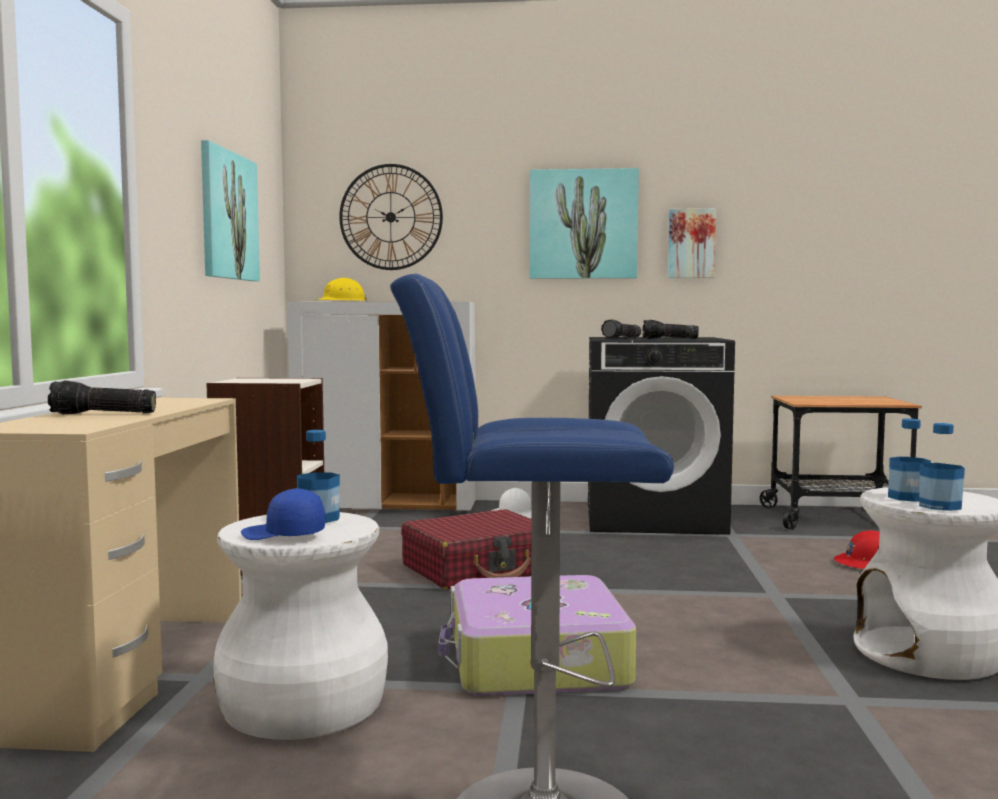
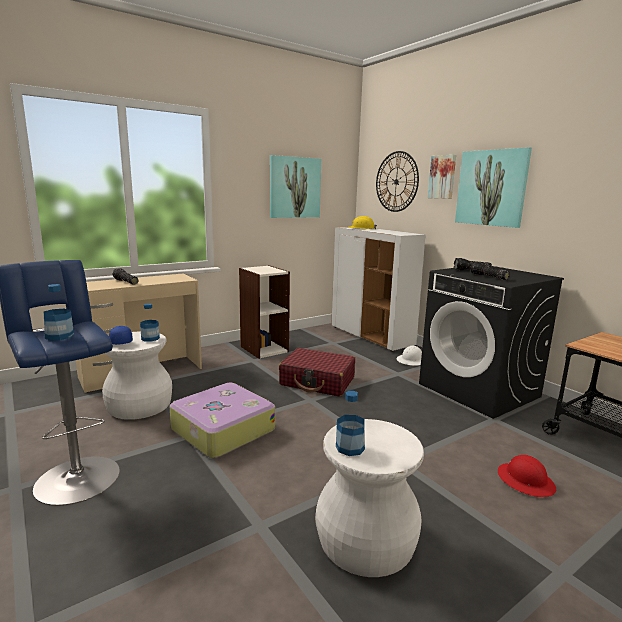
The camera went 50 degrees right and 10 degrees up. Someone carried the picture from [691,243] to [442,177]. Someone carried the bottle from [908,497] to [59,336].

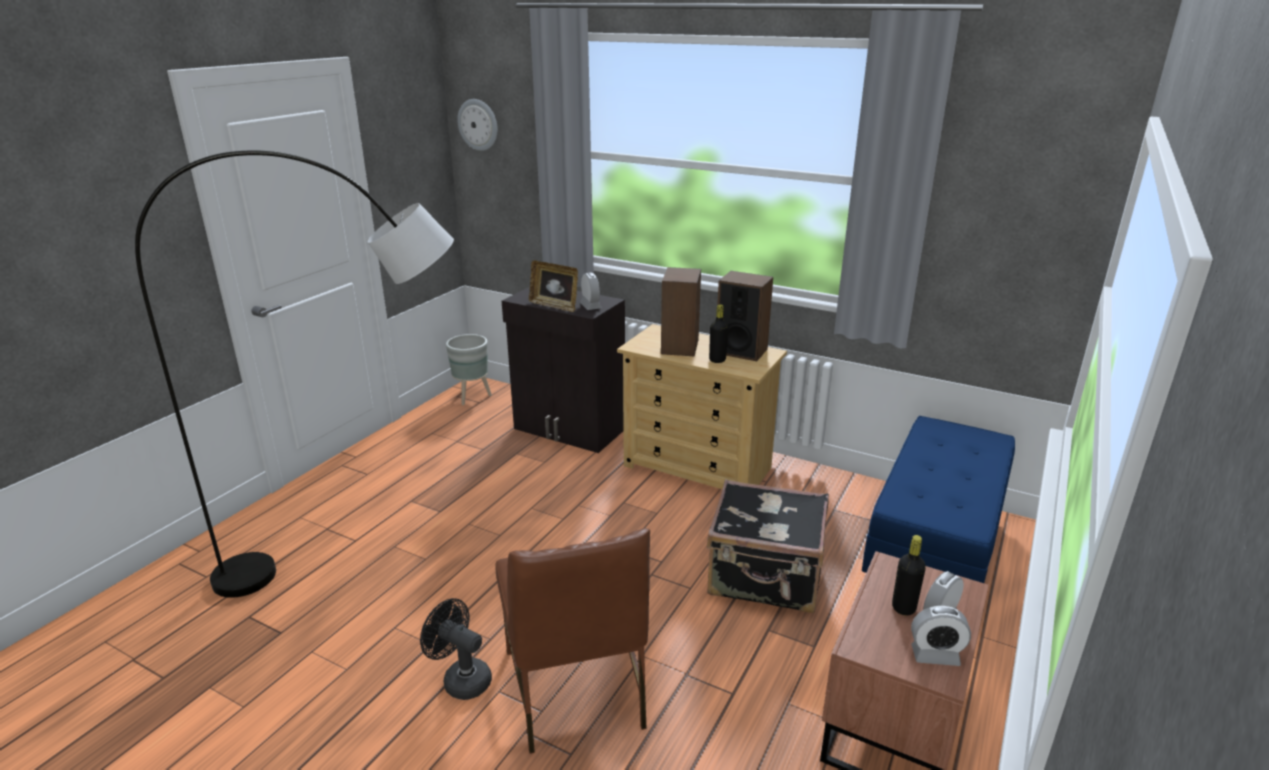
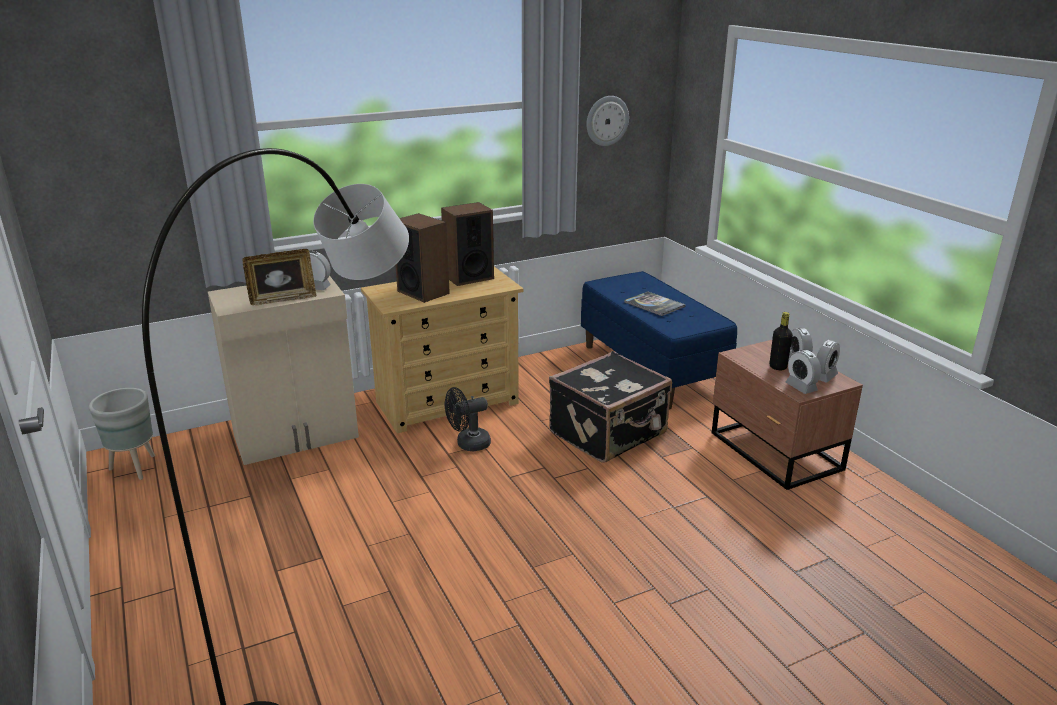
The camera went 55 degrees left and 0 degrees up. Someone carried the black fan from [461,679] to [468,444]. Someone carried the wall clock from [478,124] to [606,120]. Someone took away the brown chair at [575,690]. Someone repainted the black cabinet at [569,430], which became the beige cabinet at [297,437]. Someone took away the black bottle at [717,360]. Someone put down the book at [654,304]. Someone put down the alarm clock at [801,387].

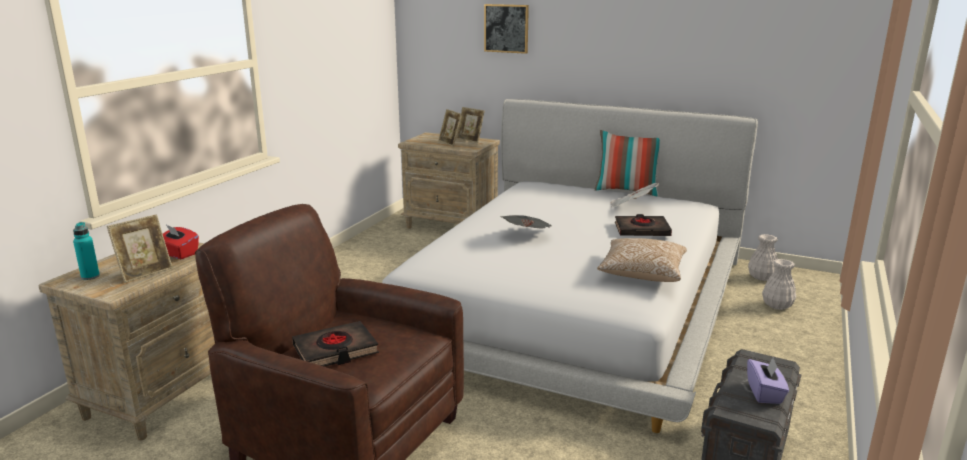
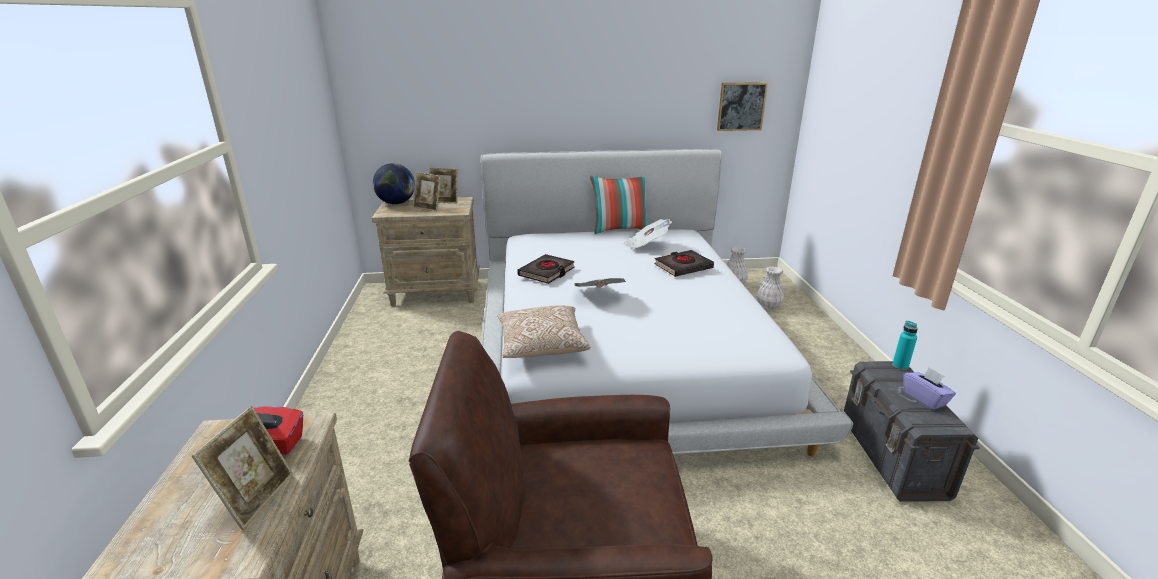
The camera went 30 degrees left and 5 degrees up. Someone carried the turquoise bottle from [90,276] to [900,366]. Someone carried the black book from [335,350] to [547,272]. Someone carried the picture from [506,28] to [741,106]. Someone carried the pillow from [642,273] to [542,345]. Someone put down the globe at [396,203].

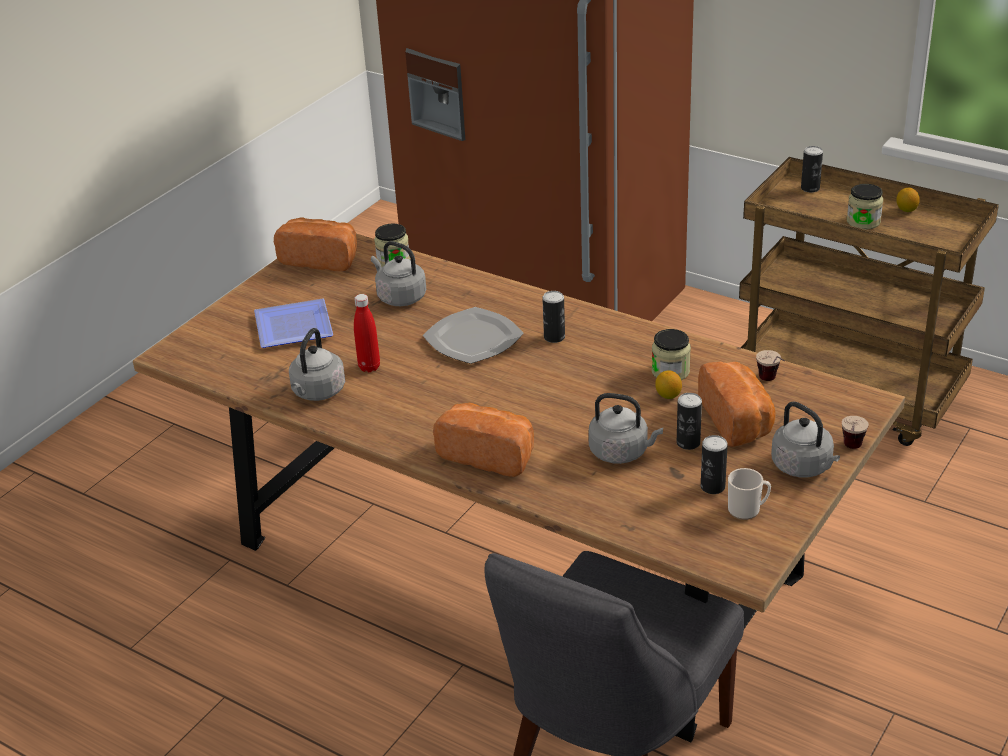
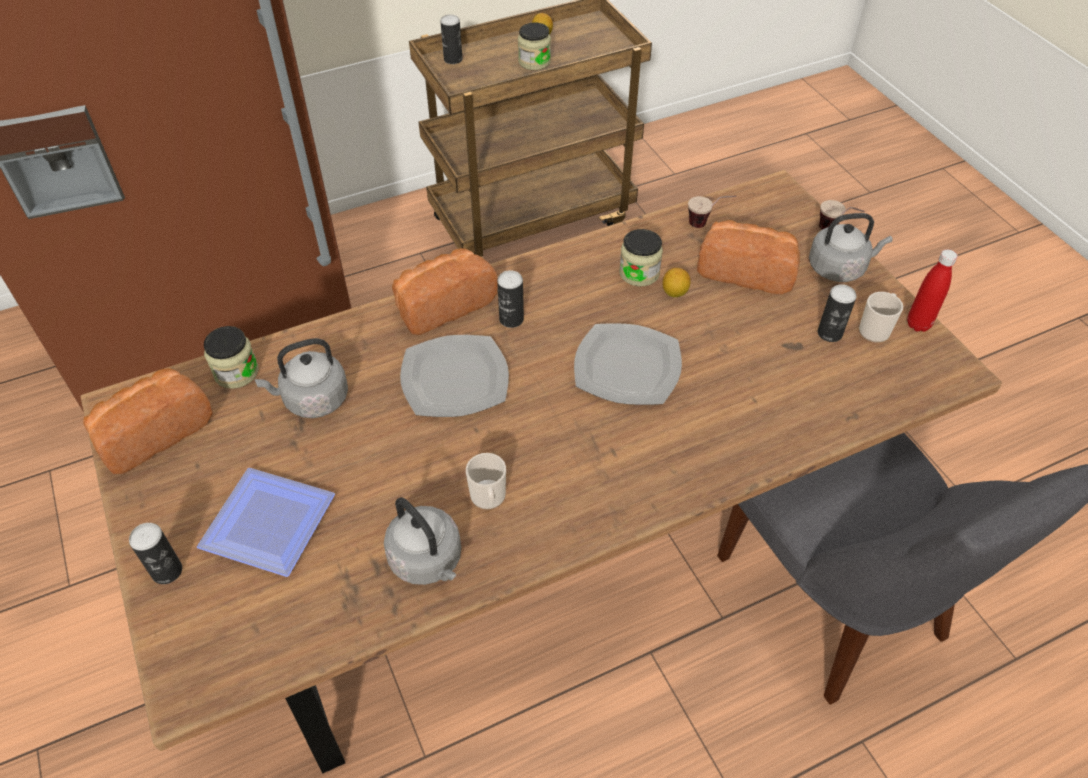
The camera went 60 degrees left and 15 degrees up. Someone carried the red bottle from [369,367] to [918,324]. Someone carried the bread from [489,454] to [442,304]. Someone took away the grey kettle at [621,452]. Someone carried the can from [688,443] to [167,571]. Someone put down the mug at [488,498]. Someone put down the plate at [628,368].

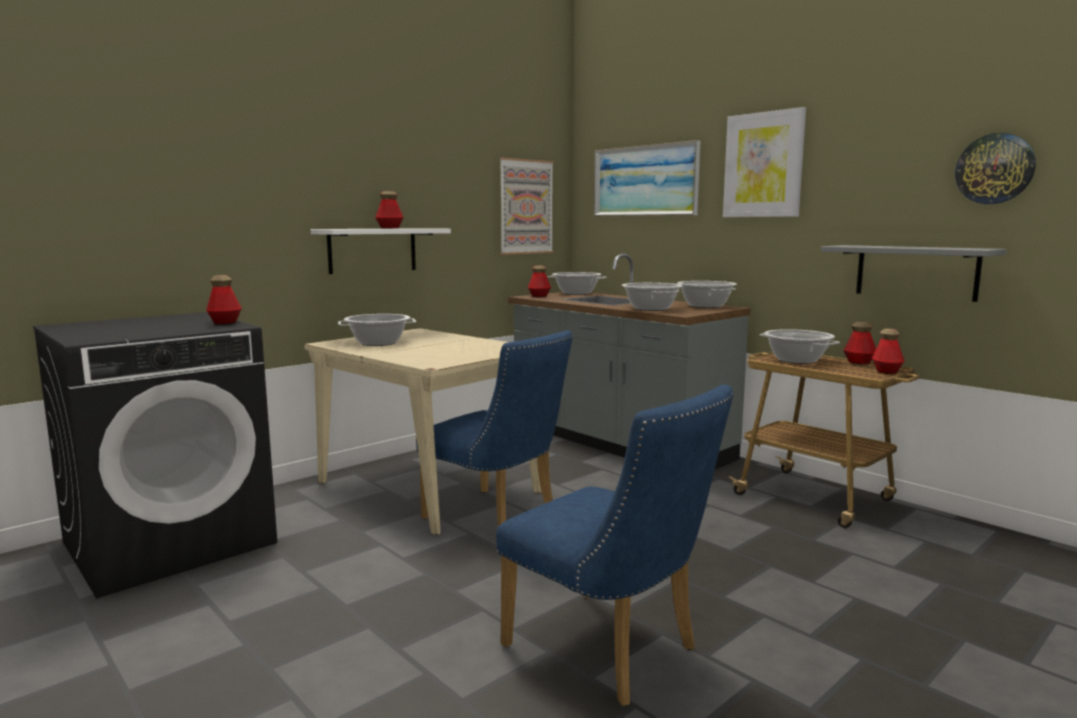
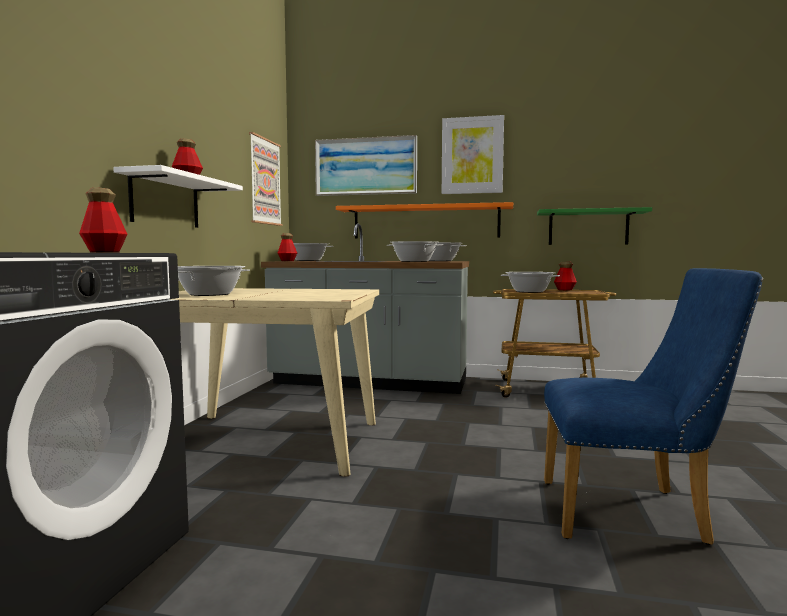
The camera went 35 degrees left and 5 degrees down. Someone took away the blue chair at [498,519]. Someone repainted the grey shelf at [916,272], which became the green shelf at [588,227]. Someone took away the bottle at [886,372]. Someone took away the wall clock at [994,169]. Someone put up the orange shelf at [425,222].

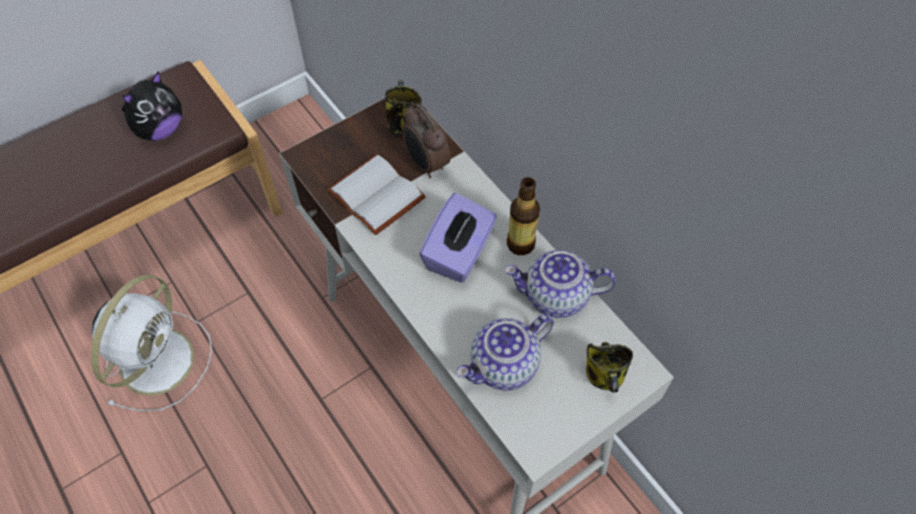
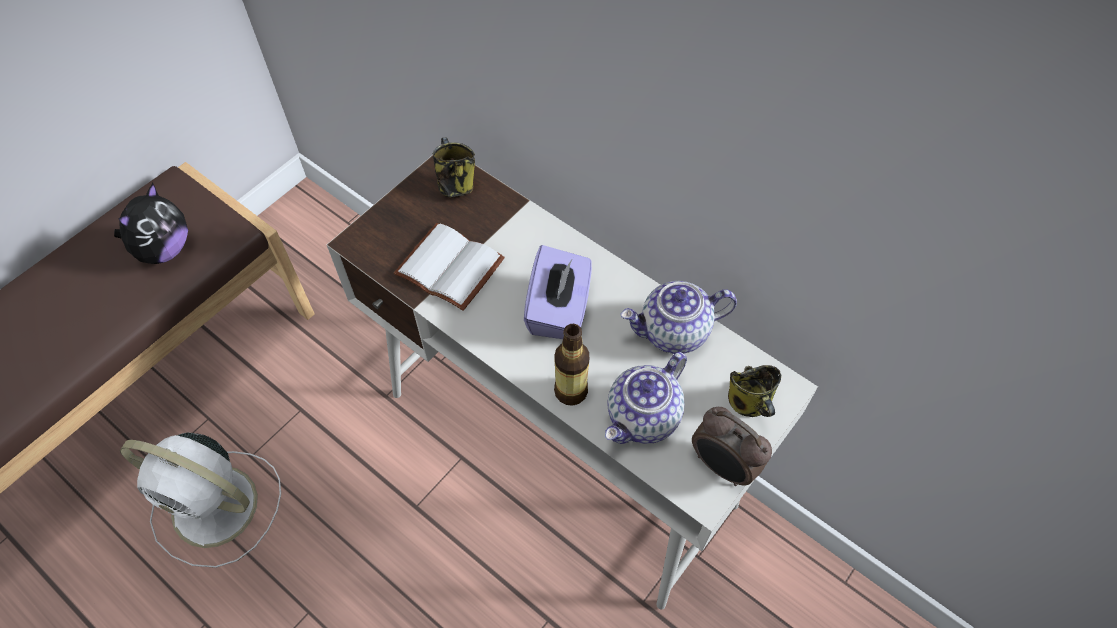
The camera went 15 degrees left and 0 degrees up. Someone rotated the white fan at [159,358] by 105 degrees clockwise. Someone carried the alarm clock from [426,164] to [722,466]. Someone carried the bottle from [520,244] to [571,391].

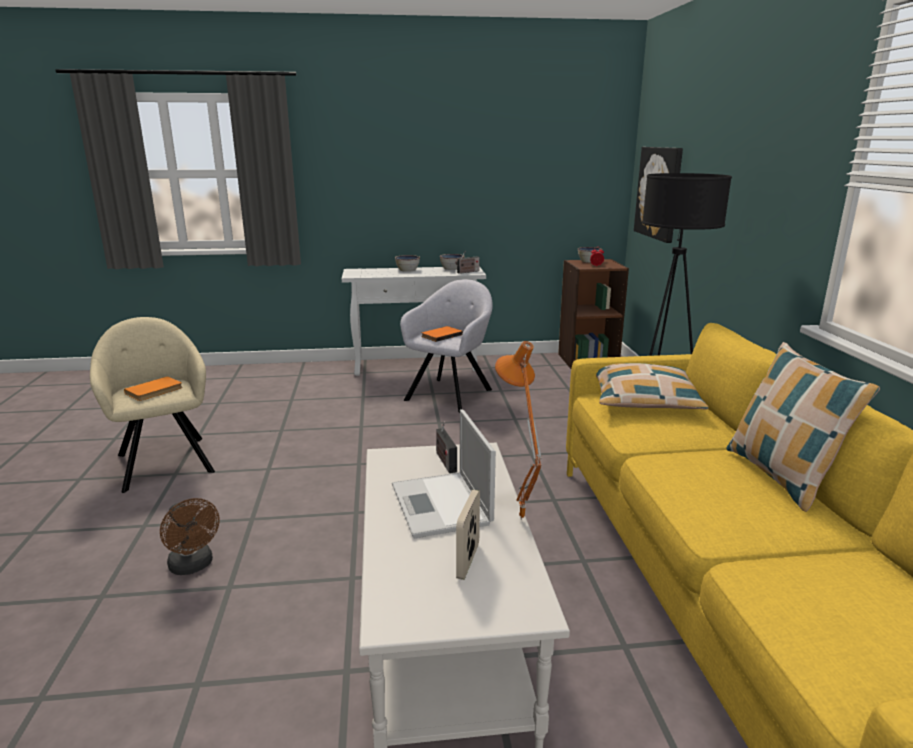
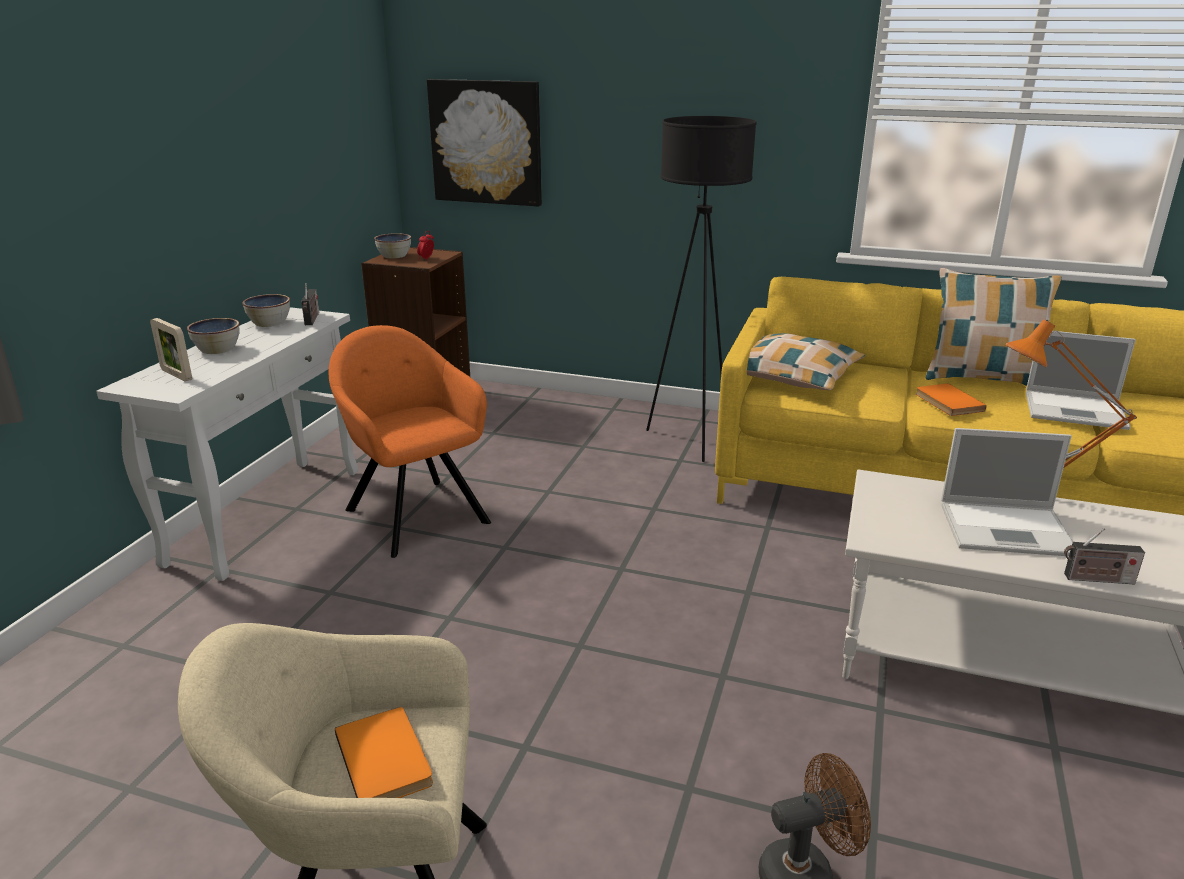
The camera went 65 degrees left and 5 degrees up. Someone repainted the grey armchair at [450,393], which became the orange armchair at [414,513]. Someone carried the orange book from [441,335] to [947,402]. Someone carried the radio from [445,461] to [1096,579]. Someone carried the picture frame from [468,561] to [176,375]. Someone put down the laptop at [1077,410].

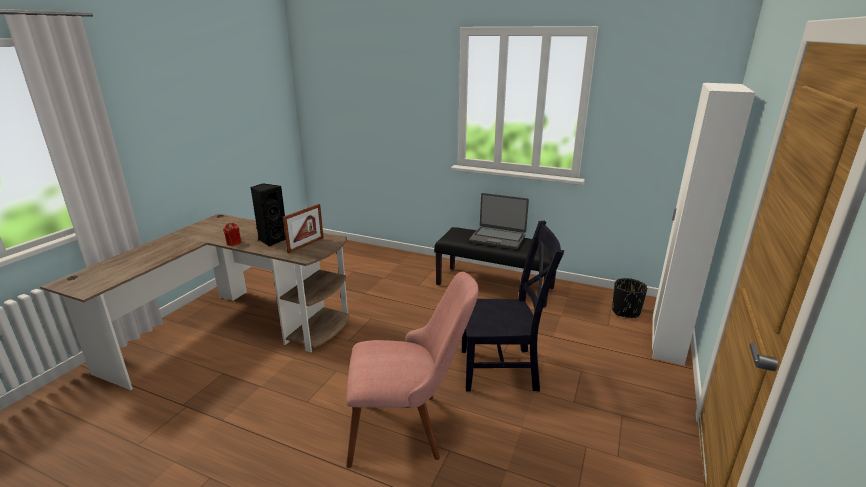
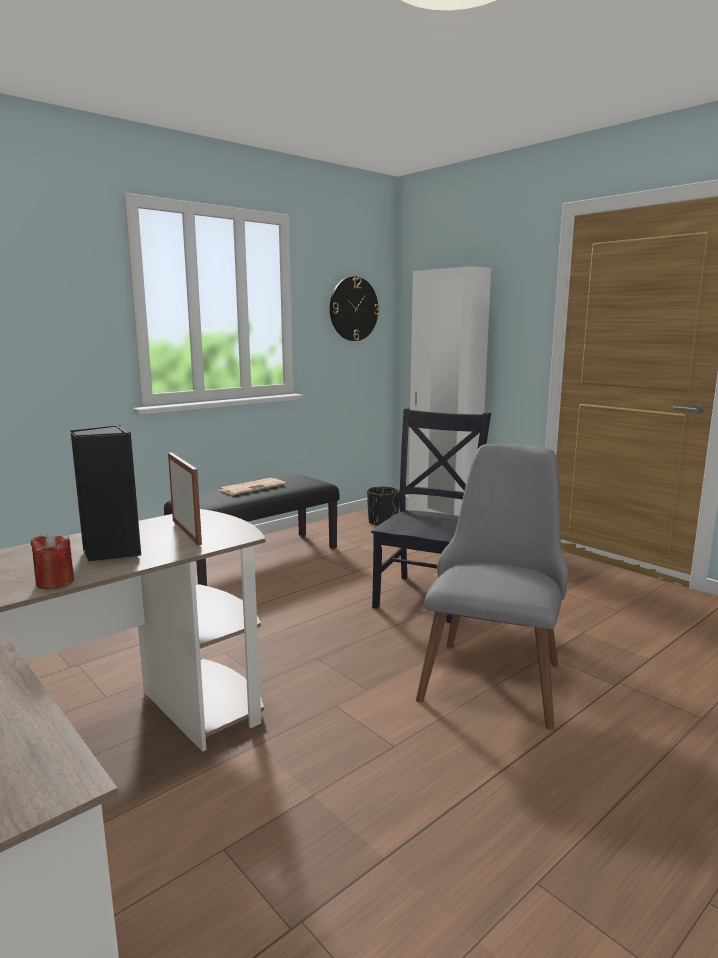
The camera went 65 degrees left and 10 degrees down. Someone repainted the pink chair at [409,426], which became the grey chair at [495,671]. Someone swapped the laptop at [497,238] for the newspaper at [252,487]. Someone put up the wall clock at [353,309].

